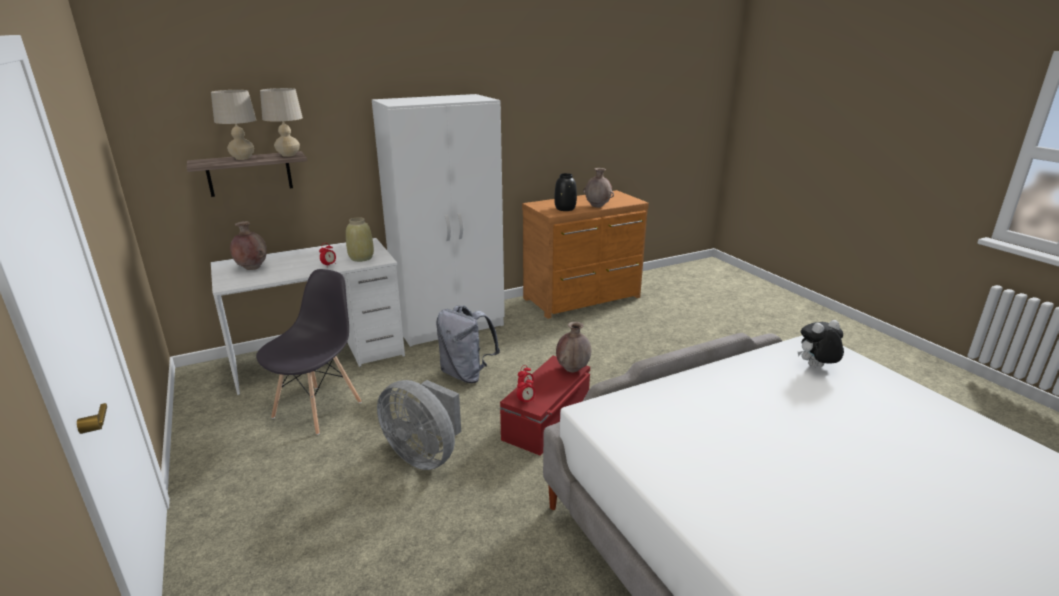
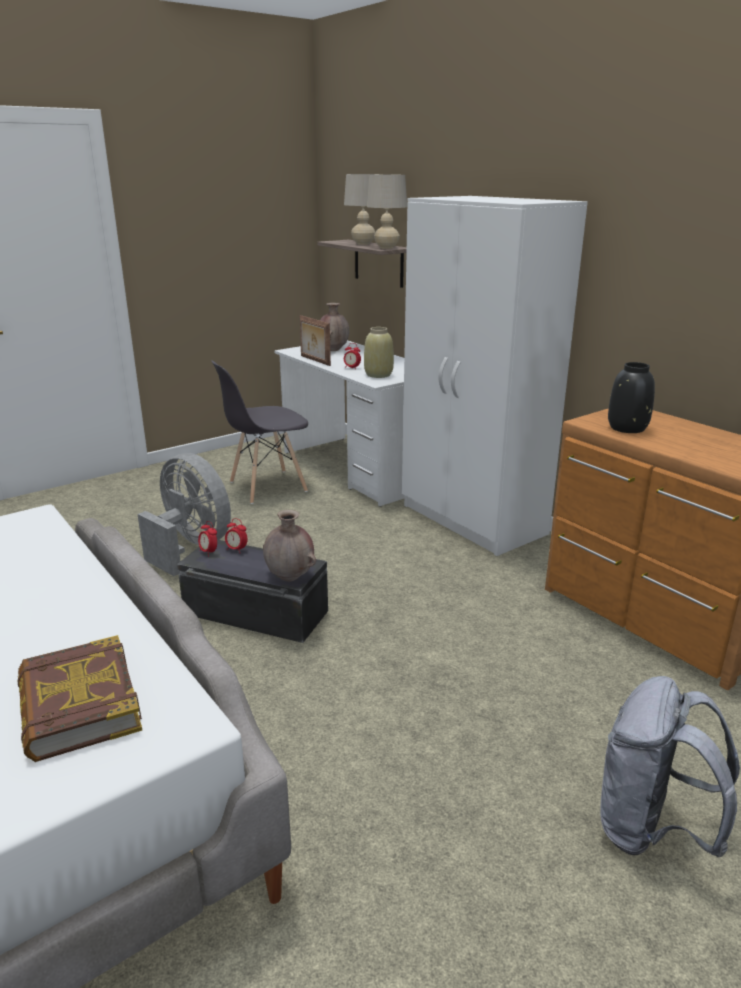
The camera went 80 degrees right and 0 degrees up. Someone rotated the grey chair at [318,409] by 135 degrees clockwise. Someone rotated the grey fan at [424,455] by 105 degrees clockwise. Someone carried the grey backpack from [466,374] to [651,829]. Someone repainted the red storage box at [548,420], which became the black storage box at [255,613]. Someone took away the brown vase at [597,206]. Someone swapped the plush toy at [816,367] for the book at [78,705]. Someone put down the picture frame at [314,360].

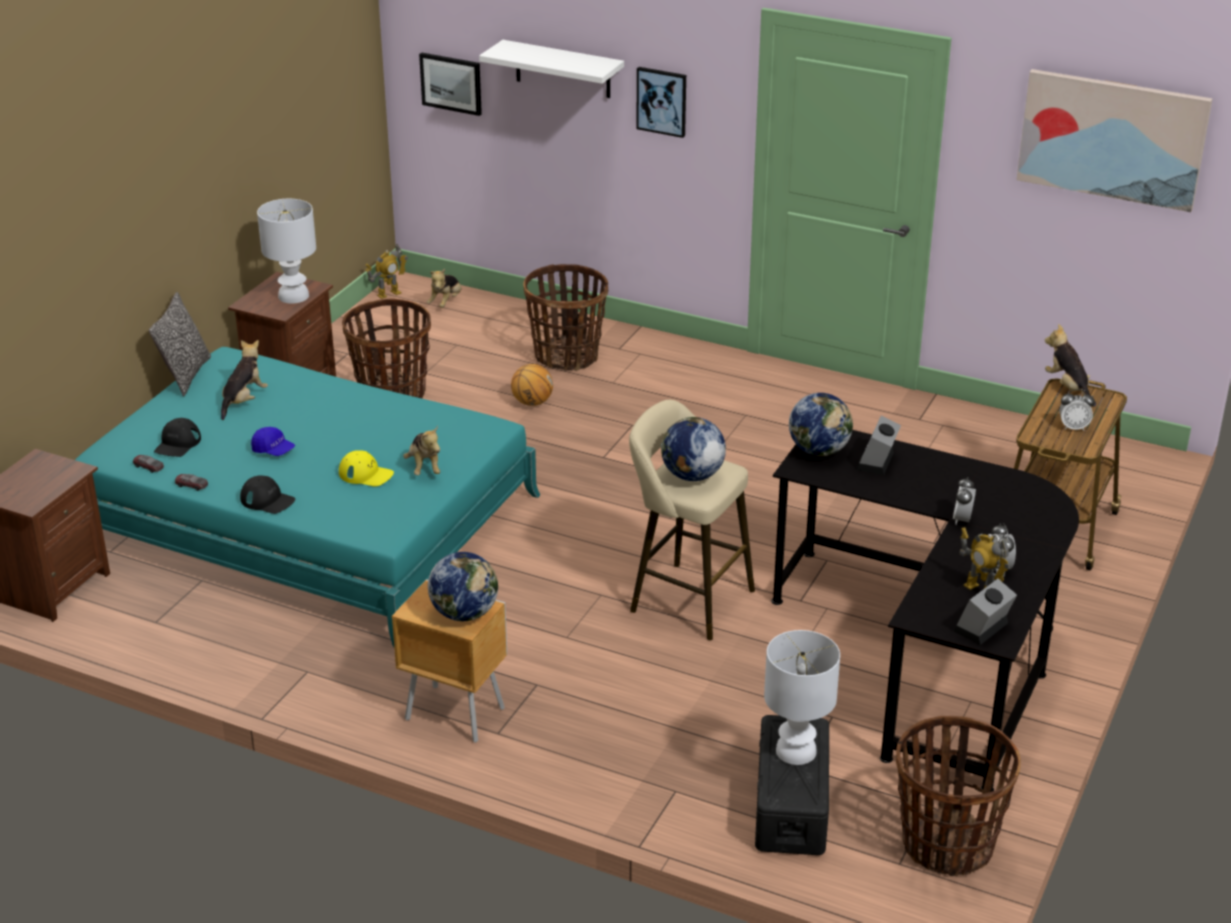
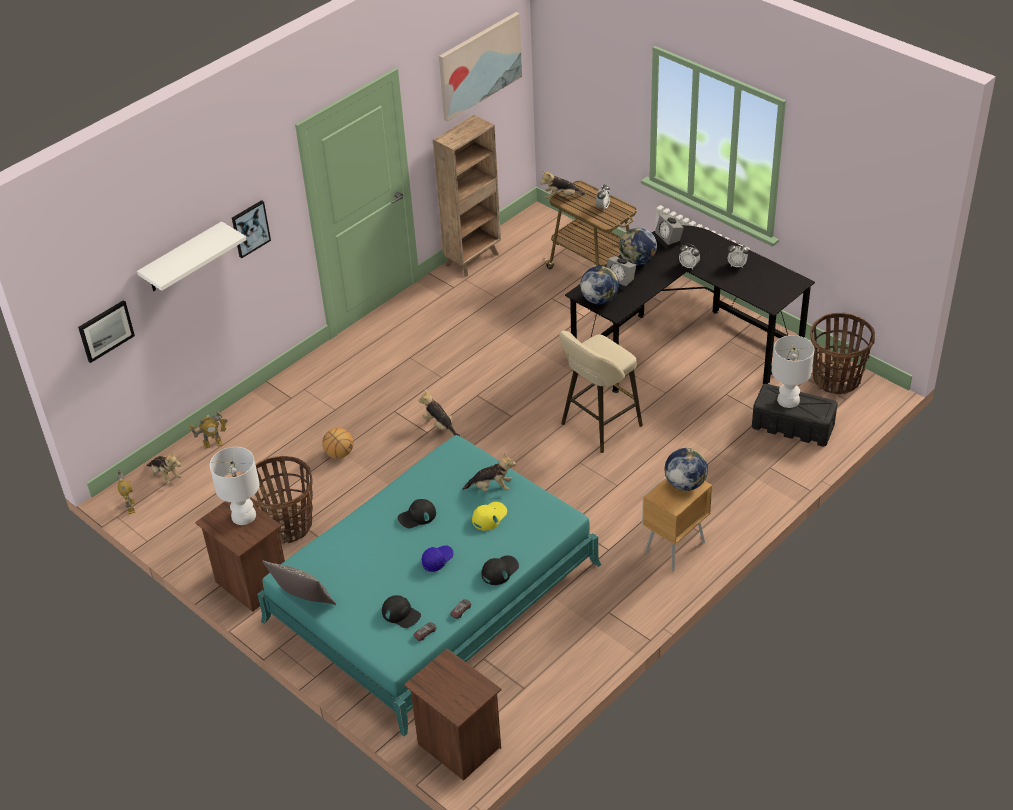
The camera went 70 degrees left and 10 degrees up. Someone carried the plush toy from [244,401] to [440,426]. Someone took away the basket at [567,356]. Someone carried the globe from [692,476] to [637,261]. Someone carried the alarm clock from [982,629] to [668,240]. Someone carried the toy robot from [979,591] to [213,444]. Someone put down the black cap at [417,516]. Someone put down the brown bookcase at [473,259].

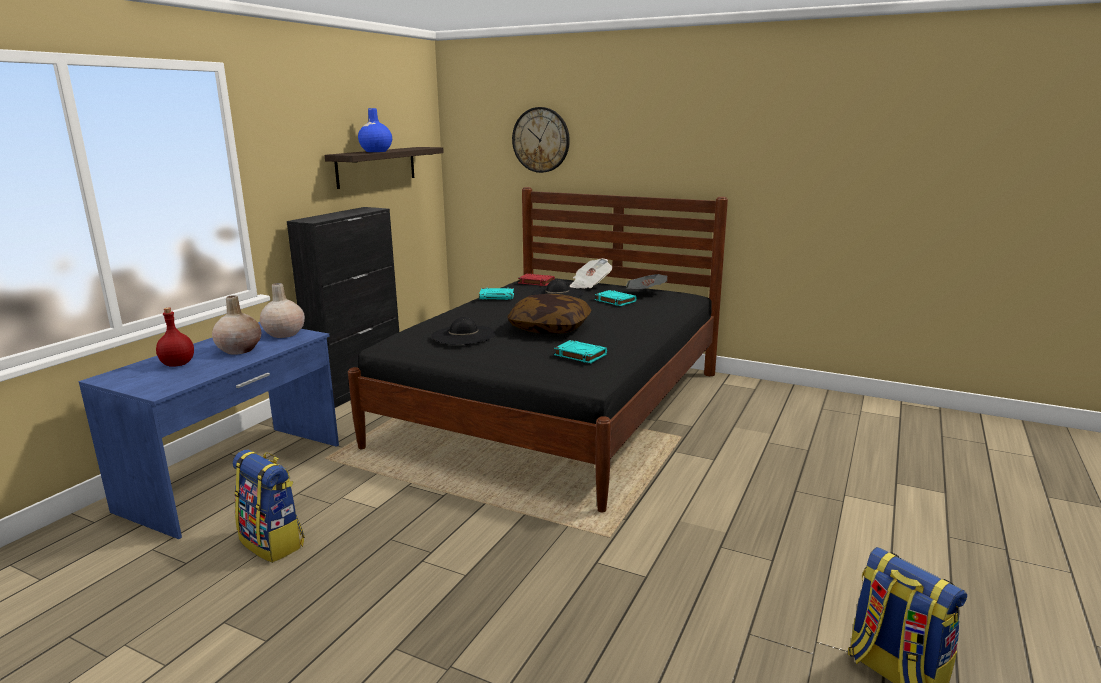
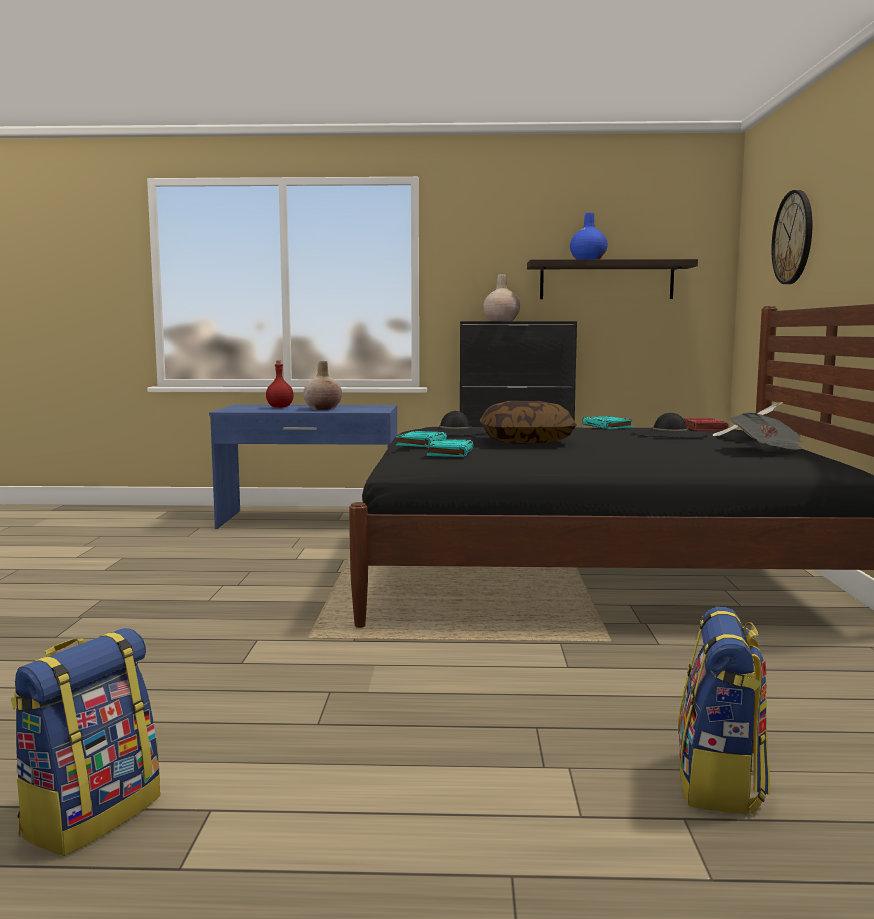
The camera went 65 degrees right and 10 degrees down. Someone carried the backpack from [273,543] to [720,783]. Someone carried the beige vase from [284,334] to [501,321]. Someone carried the turquoise book from [614,301] to [421,443].

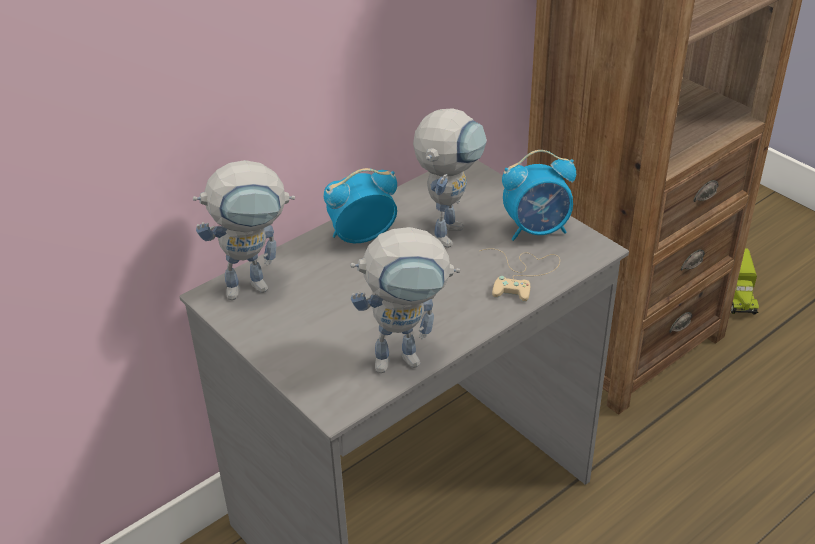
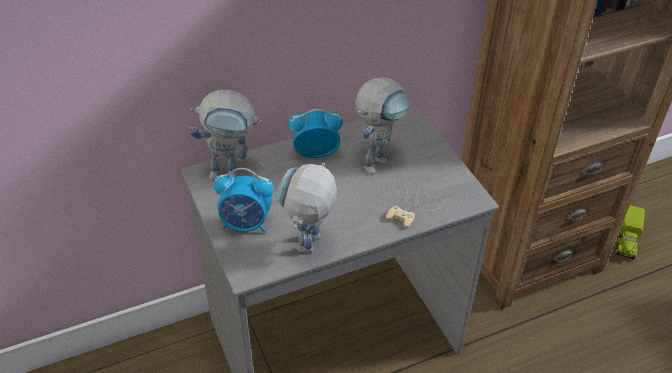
The camera went 15 degrees right and 5 degrees up. Someone rotated the toy robot at [408,357] by 105 degrees clockwise. Someone carried the alarm clock from [537,230] to [246,224].

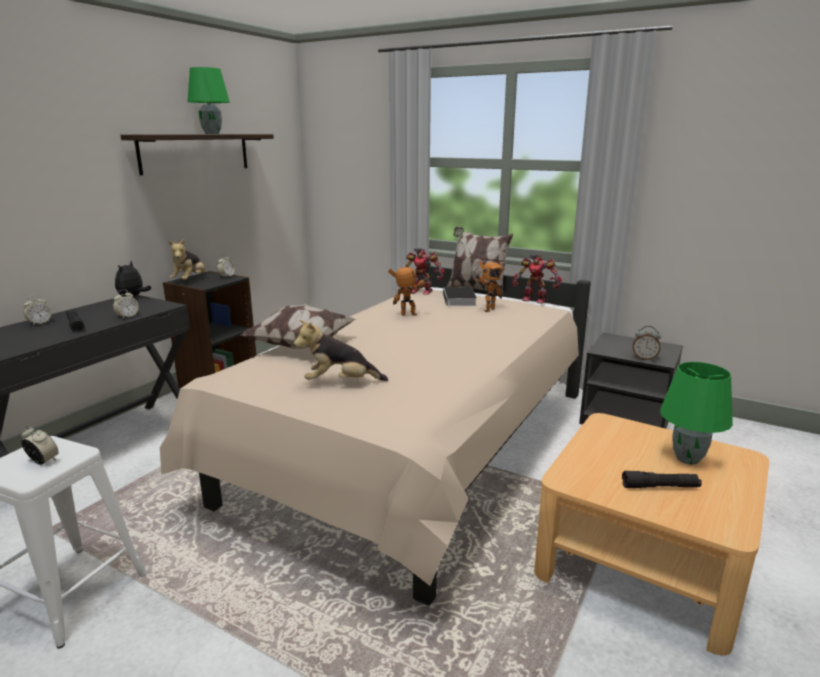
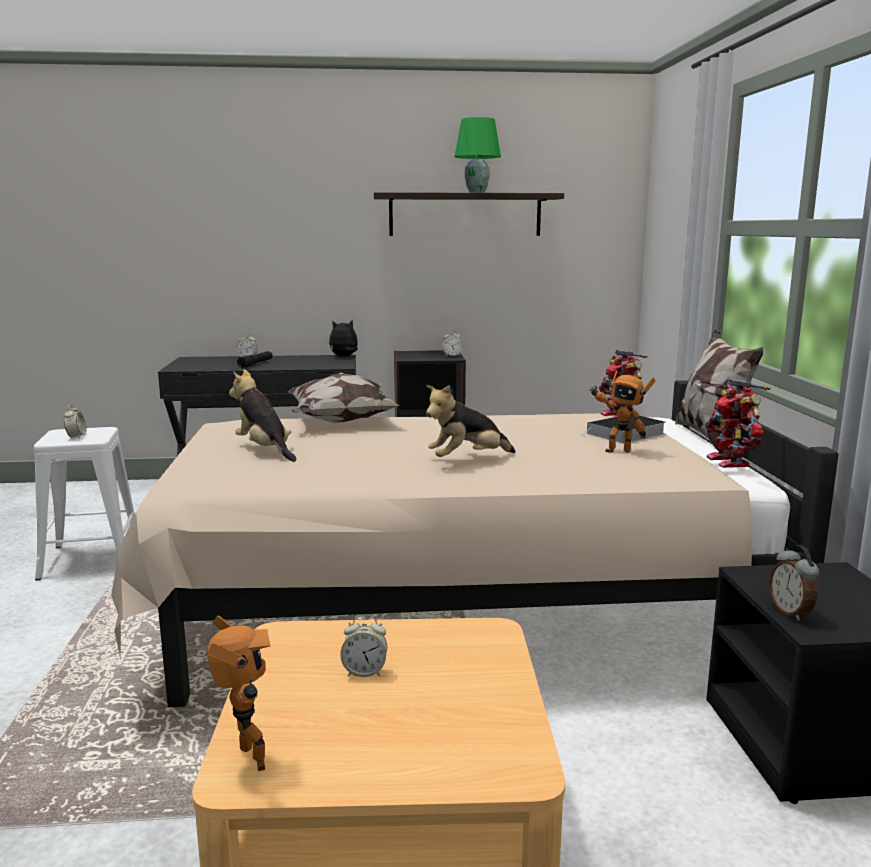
The camera went 55 degrees right and 5 degrees down. Someone carried the alarm clock from [127,316] to [365,672]. Someone carried the plush toy from [190,280] to [467,460]. Someone carried the toy robot from [409,316] to [246,761]. Someone took away the black flashlight at [660,487]. Someone took away the green table lamp at [686,459].

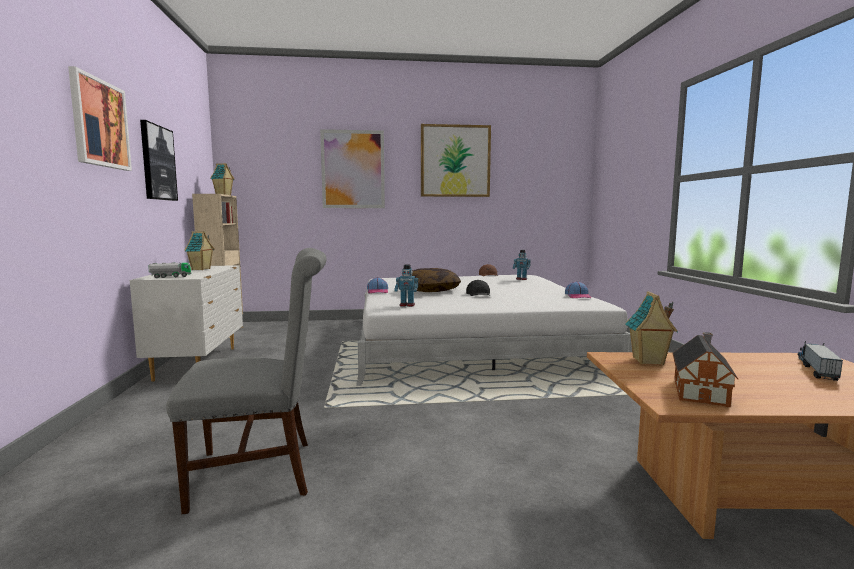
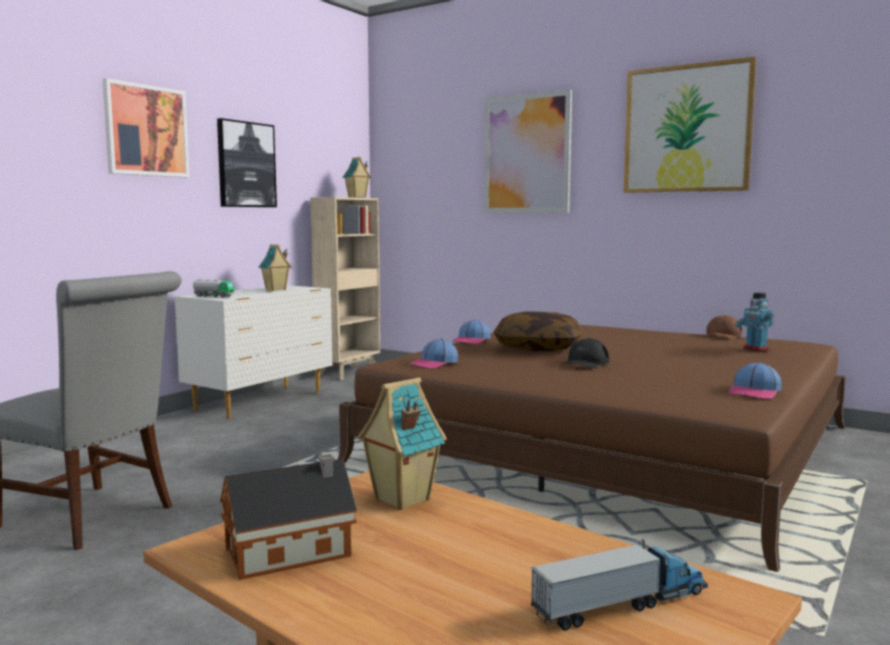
The camera went 40 degrees right and 0 degrees up. Someone repainted the white bed at [470,341], which became the brown bed at [610,444]. Someone swapped the toy robot at [407,305] for the cap at [434,363].

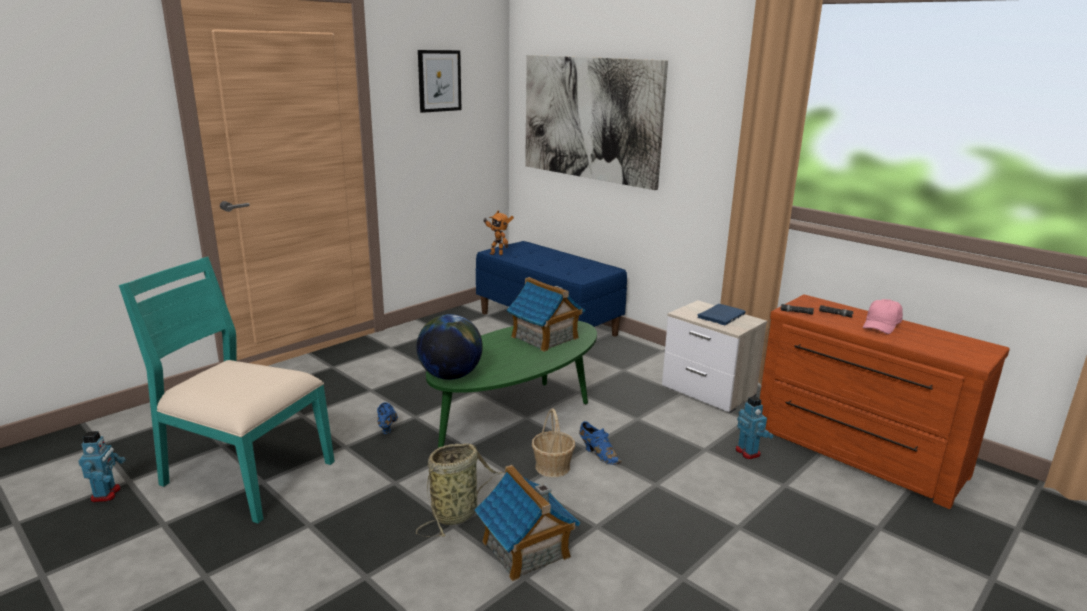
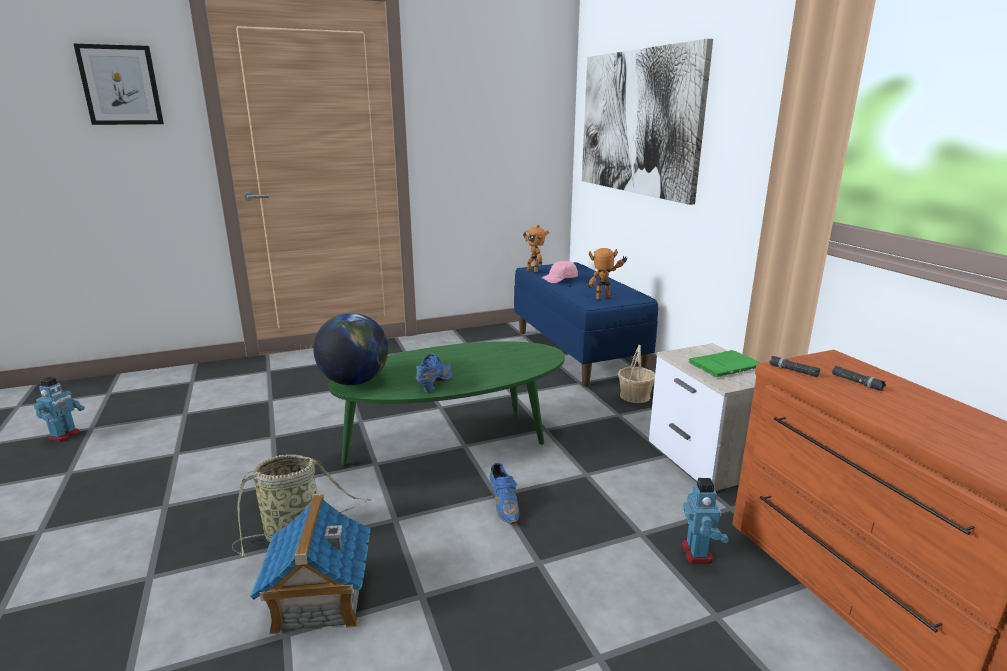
The camera went 25 degrees right and 0 degrees up. Someone took away the turquoise chair at [245,474]. Someone carried the blue shoe from [387,426] to [434,384]. Someone carried the picture from [439,81] to [120,85]. Someone took away the toy house at [545,338]. Someone carried the basket from [553,467] to [635,396]. Someone repainted the blue book at [722,316], which became the green book at [725,366]. Someone carried the pink cap from [881,325] to [560,279]. Someone put down the toy robot at [605,299].

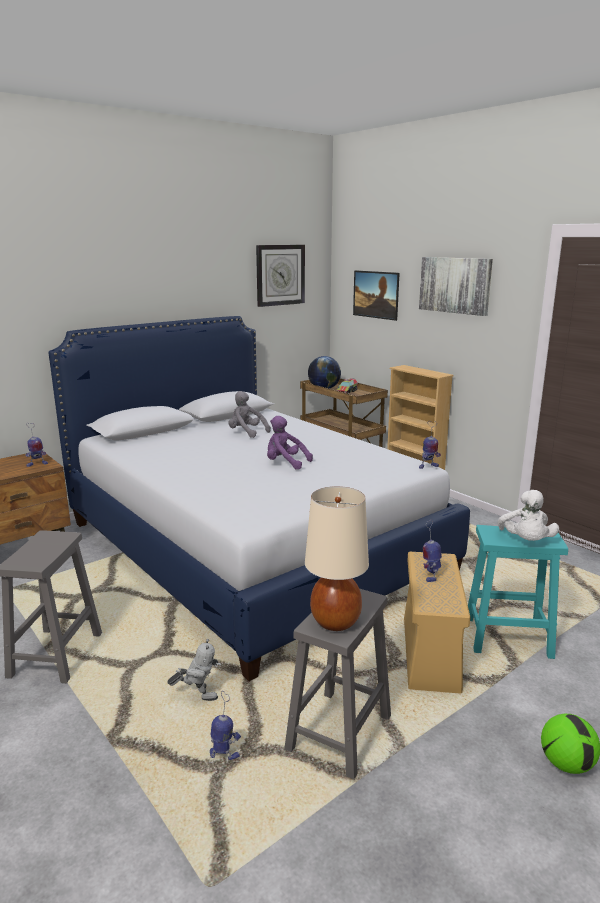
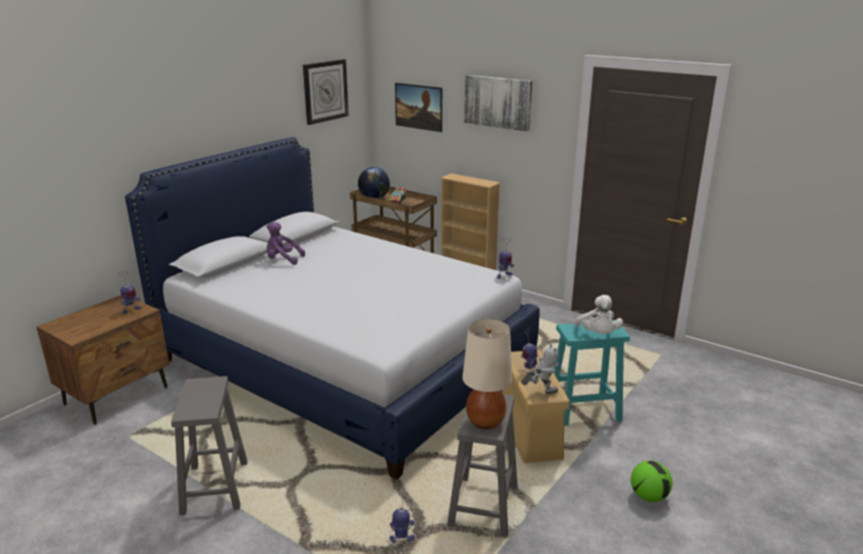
The camera went 15 degrees left and 5 degrees up. Someone carried the toy robot from [197,696] to [540,392]. Someone took away the grey plush toy at [246,432]. Someone carried the purple plush toy from [285,463] to [282,260].

